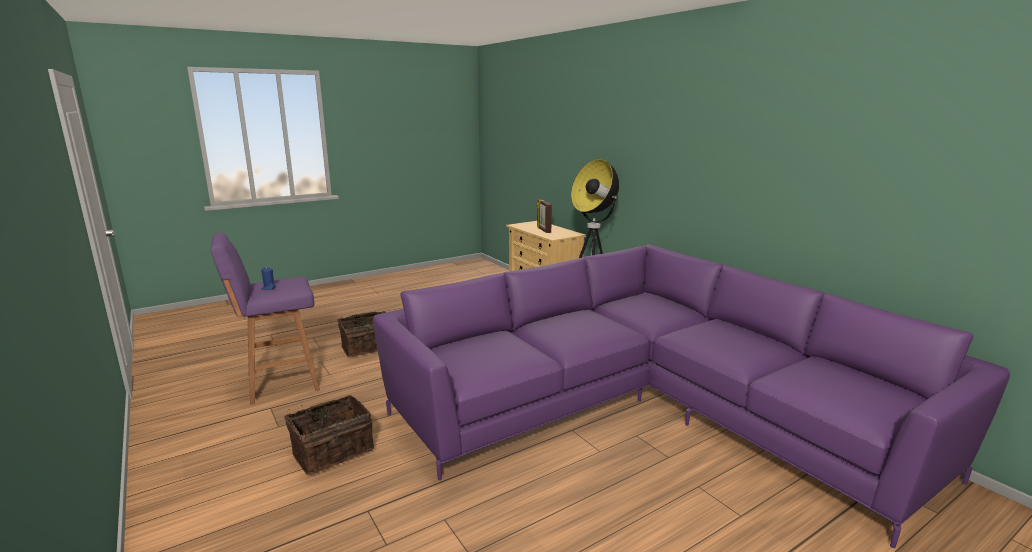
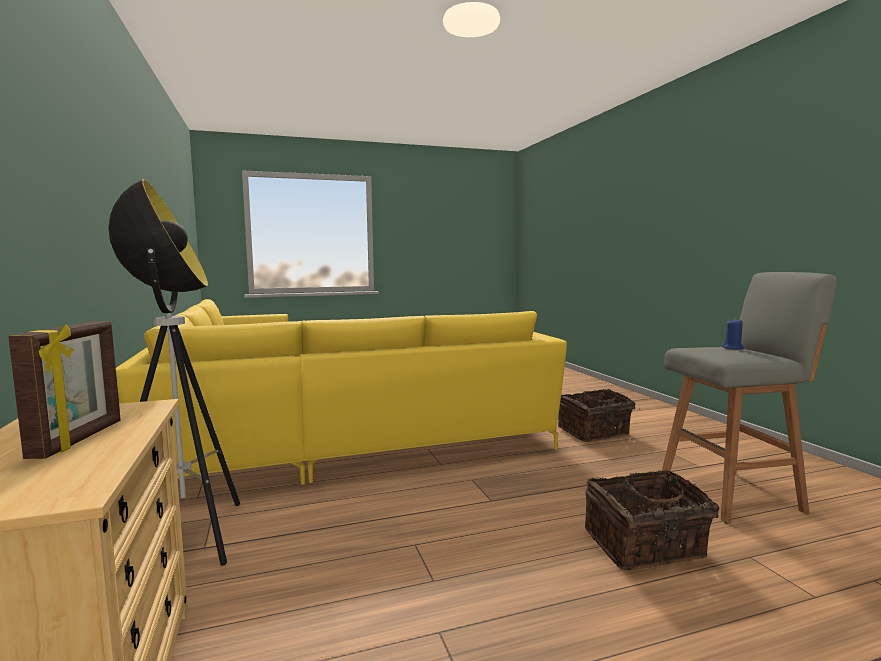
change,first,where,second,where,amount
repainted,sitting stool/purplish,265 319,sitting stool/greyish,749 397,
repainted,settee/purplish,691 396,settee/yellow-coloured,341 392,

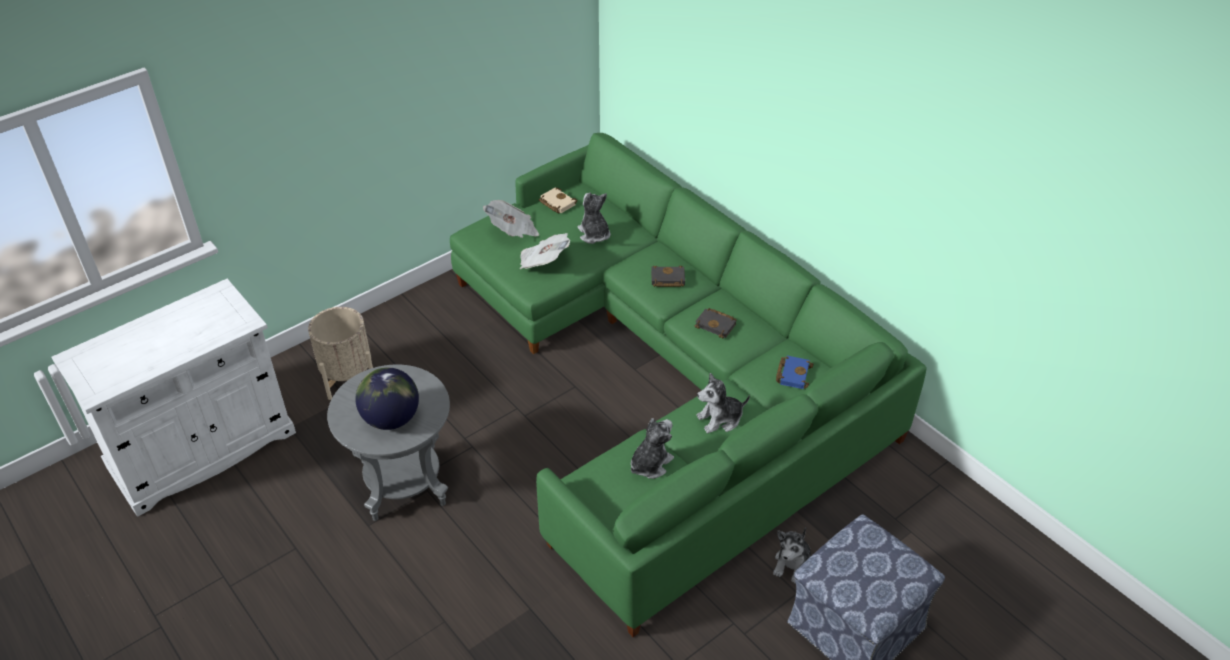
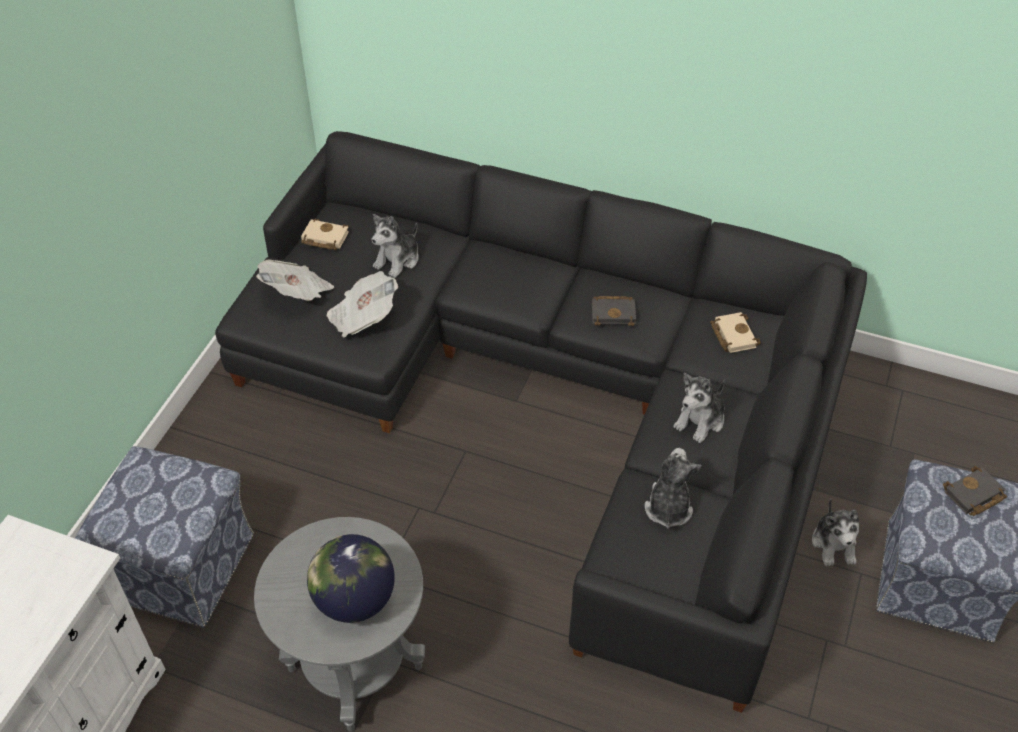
change,first,where,second,where,amount
repainted,settee/green-coloured,688 385,settee/black,541 422,
rotated,plush toy,594 218,,395 246,90 degrees counterclockwise
shifted,bound book/black,668 276,,975 491,
swapped,flower pot/beige-coloured,340 353,ottoman,164 537,
repainted,bound book/blue-coloured,795 372,bound book/beige-coloured,735 332,

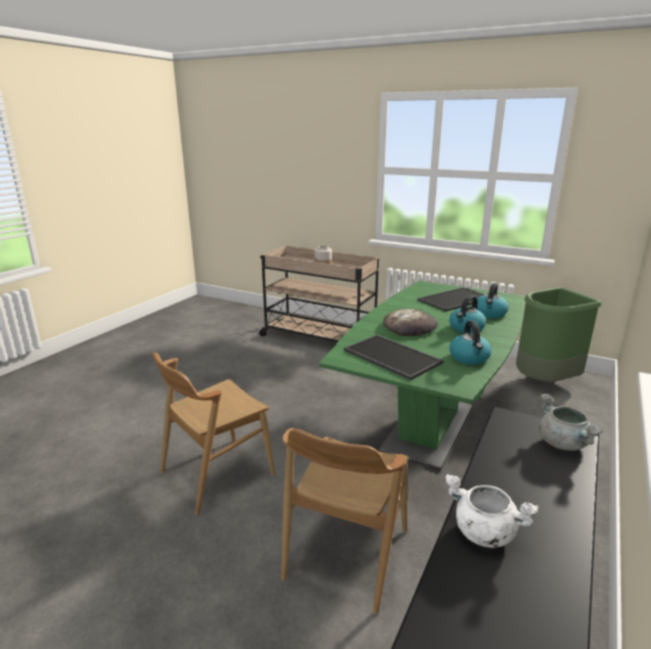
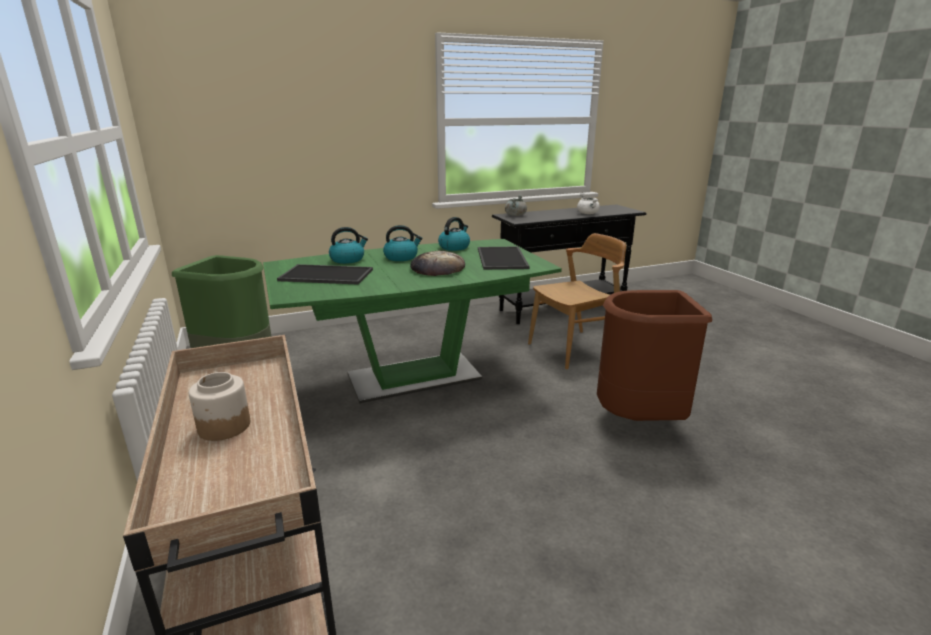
change,first,where,second,where,amount
swapped,upright chair/brown,214 434,rubbish bin/brown,654 355,

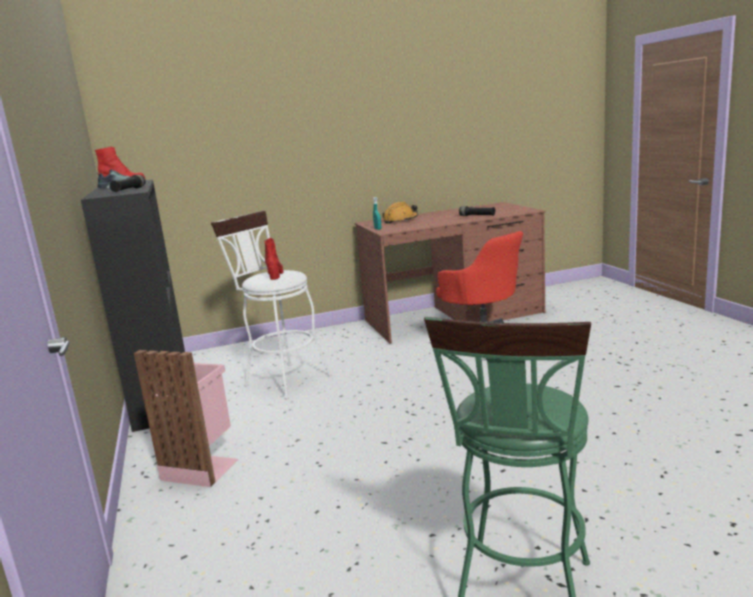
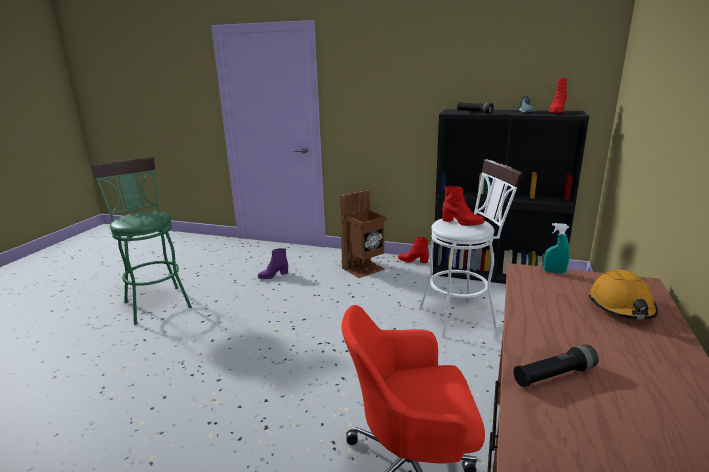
change,first,where,second,where,amount
repainted,rubbish bin/pinkish,186 418,rubbish bin/brown,363 234,
new,,,boot/reddish,413 250,
new,,,boot/purplish,273 263,

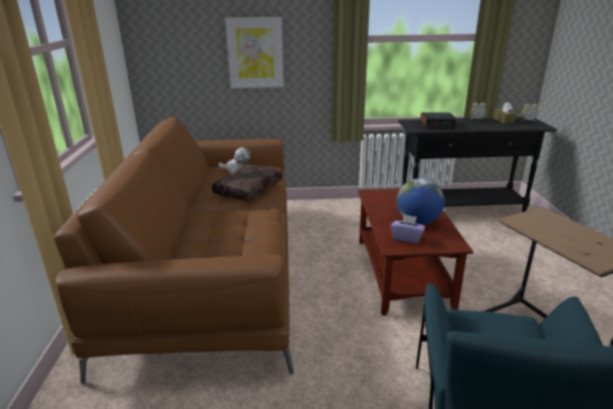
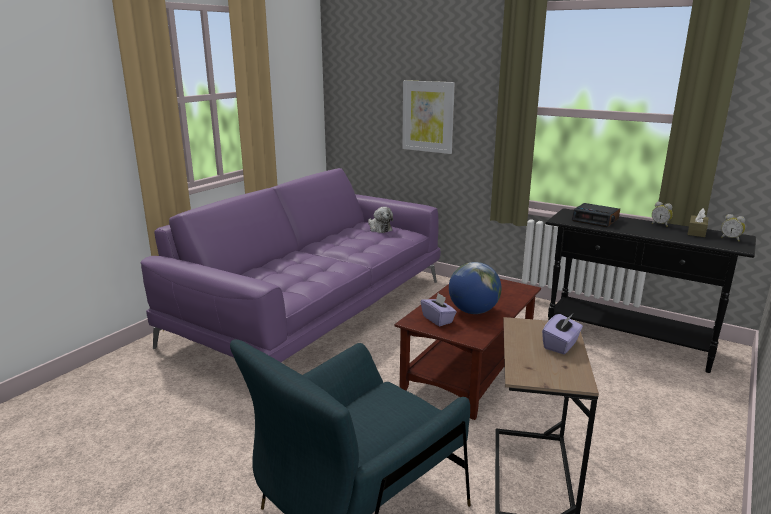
change,first,where,second,where,amount
repainted,settee/brown,174 250,settee/purplish,291 265,
gone,throw pillow/brown,247 183,,,
new,,,box of tissues/purplish,562 334,

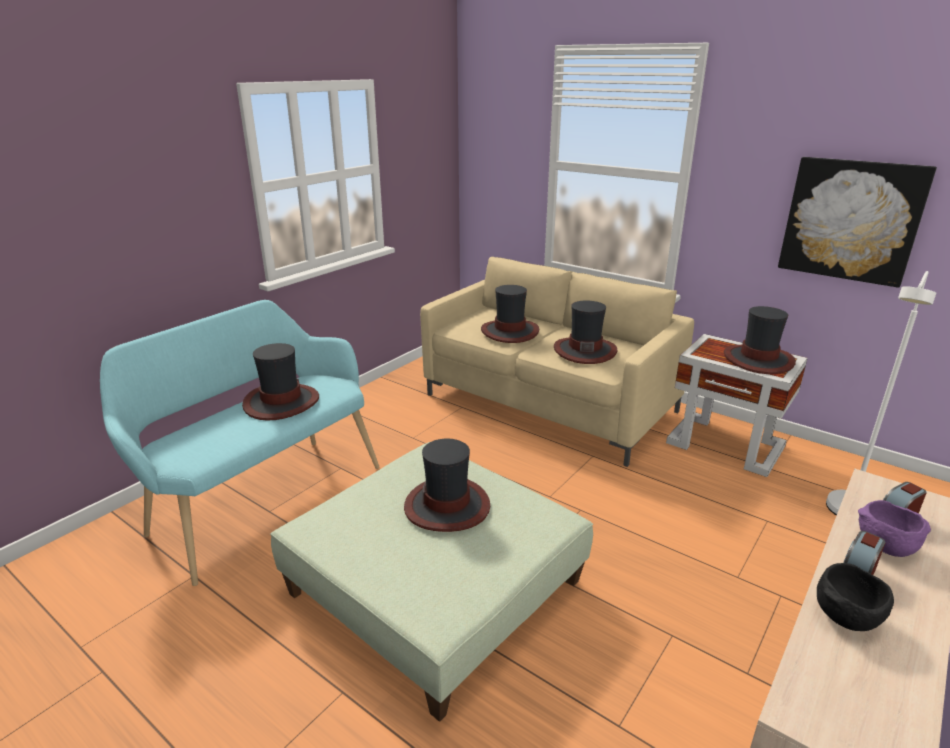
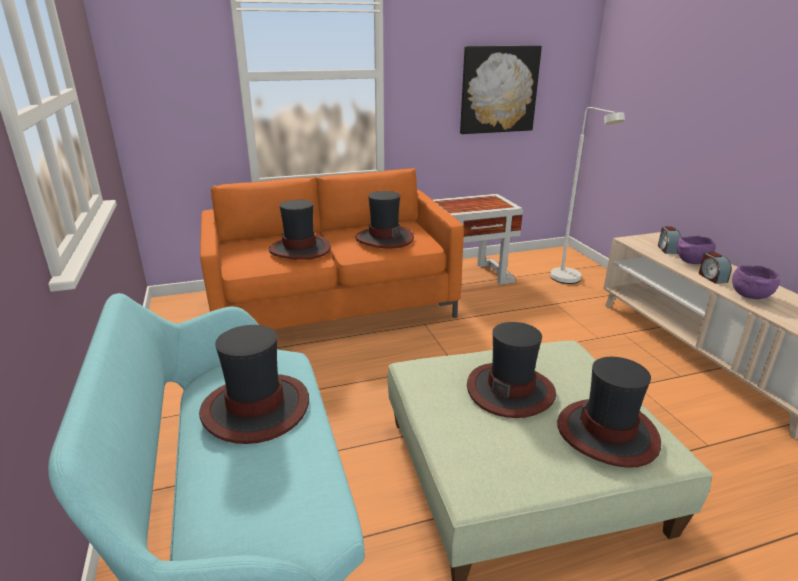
change,first,where,second,where,amount
repainted,settee/beige-coloured,557 362,settee/orange-coloured,332 248,
shifted,wearable hat,760 340,,609 412,
repainted,serving bowl/black,855 597,serving bowl/purplish,756 282,

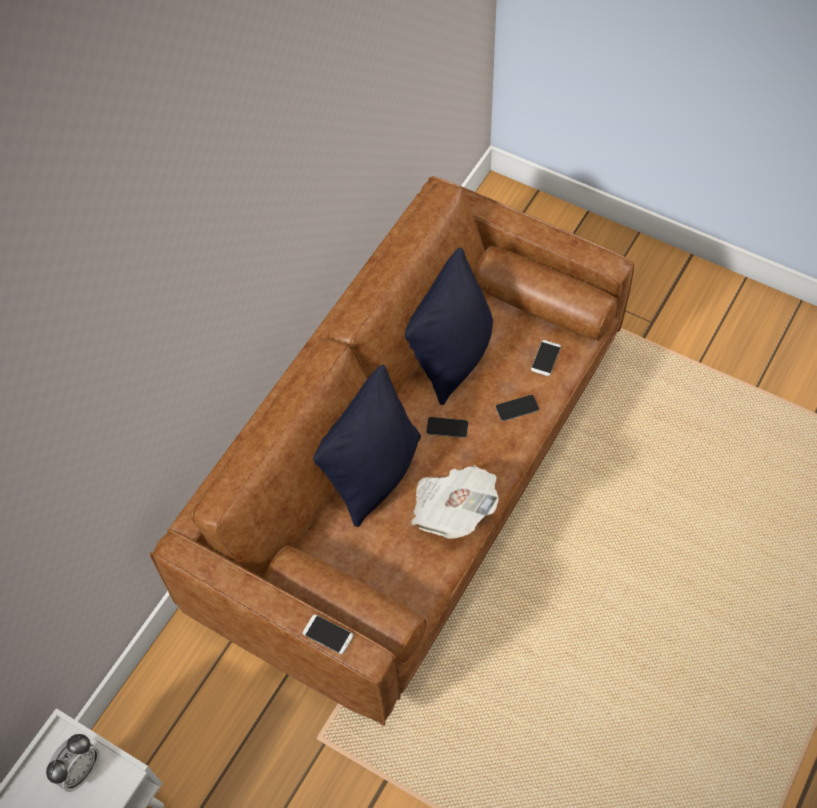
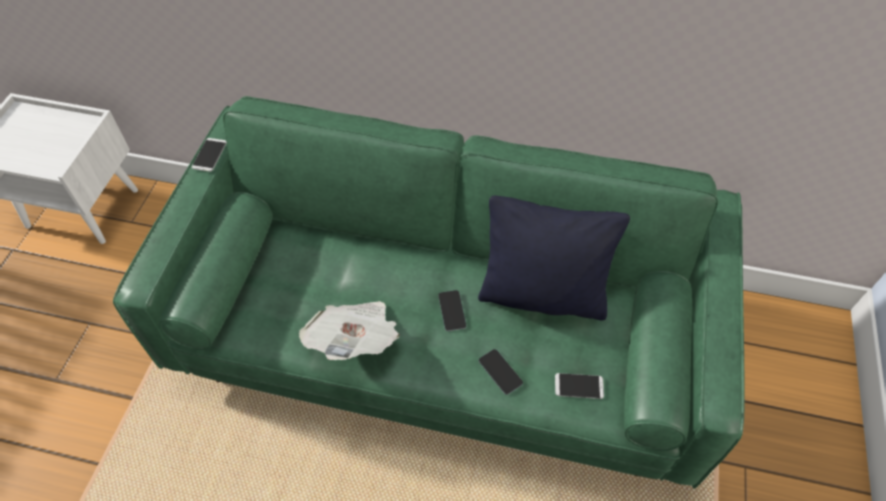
change,first,where,second,where,amount
repainted,settee/brown,392 451,settee/green-coloured,429 292,
gone,throw pillow/black,367 446,,,
shifted,phone,328 634,,209 155,
gone,table clock,73 763,,,

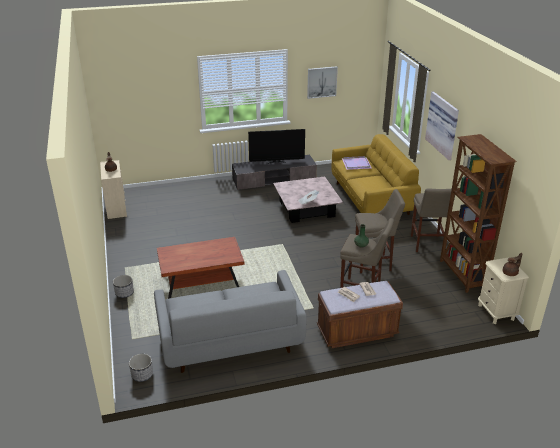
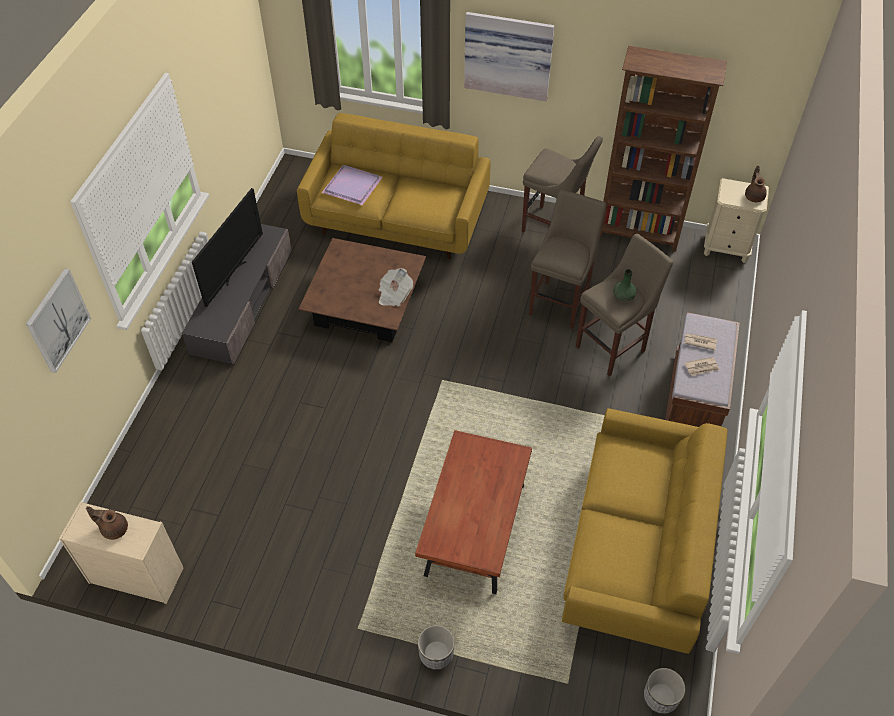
change,first,where,second,where,amount
shifted,picture,322 82,,58 321,
repainted,coffee table/pinkish,308 200,coffee table/brown,362 290,
repainted,settee/greyish,230 321,settee/yellow-coloured,645 531,

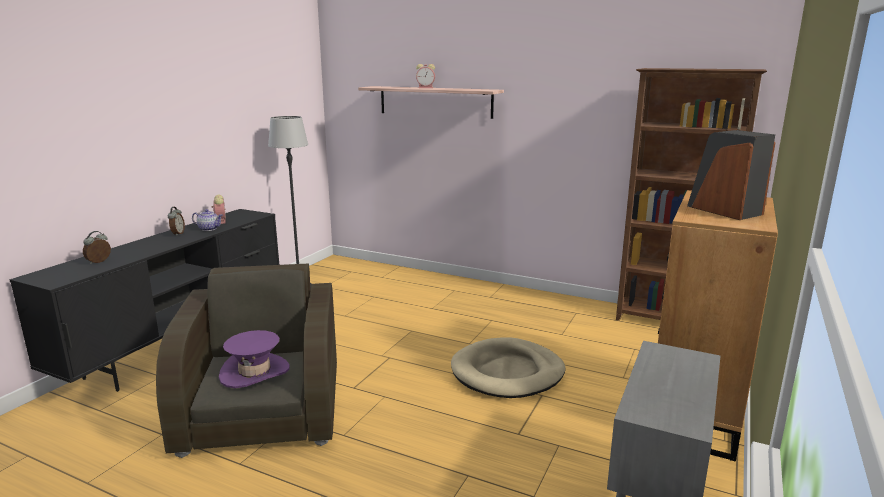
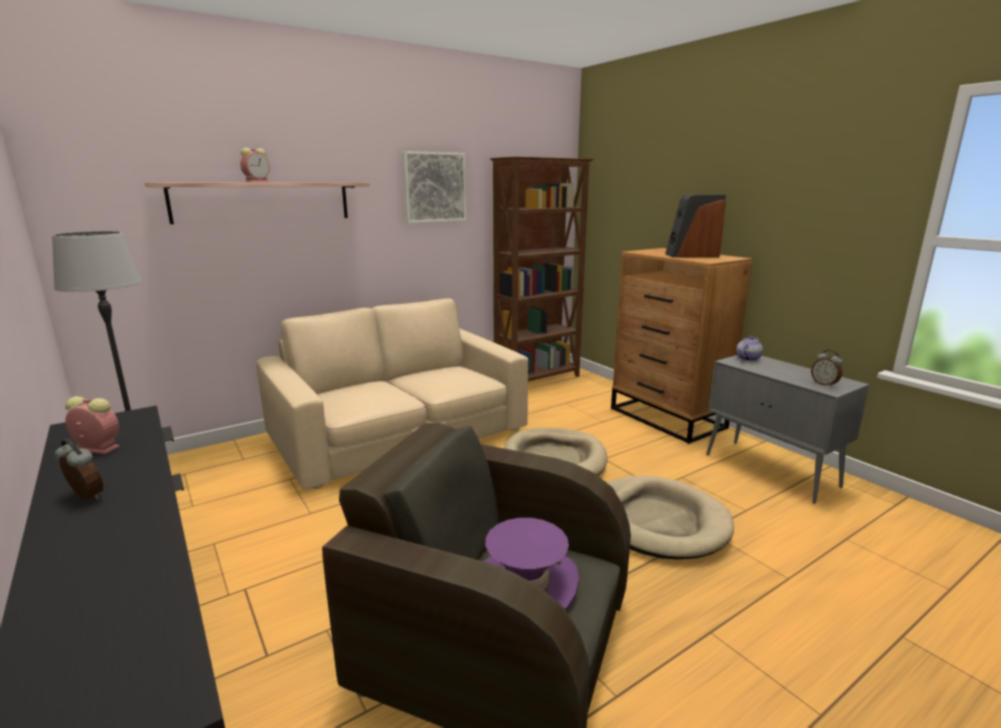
change,first,where,second,where,amount
shifted,teapot,207 220,,749 348,
shifted,table clock,97 247,,827 368,
new,,,picture,434 187,
new,,,settee/beige-coloured,392 394,
new,,,dog cushion/beige-coloured,670 518,

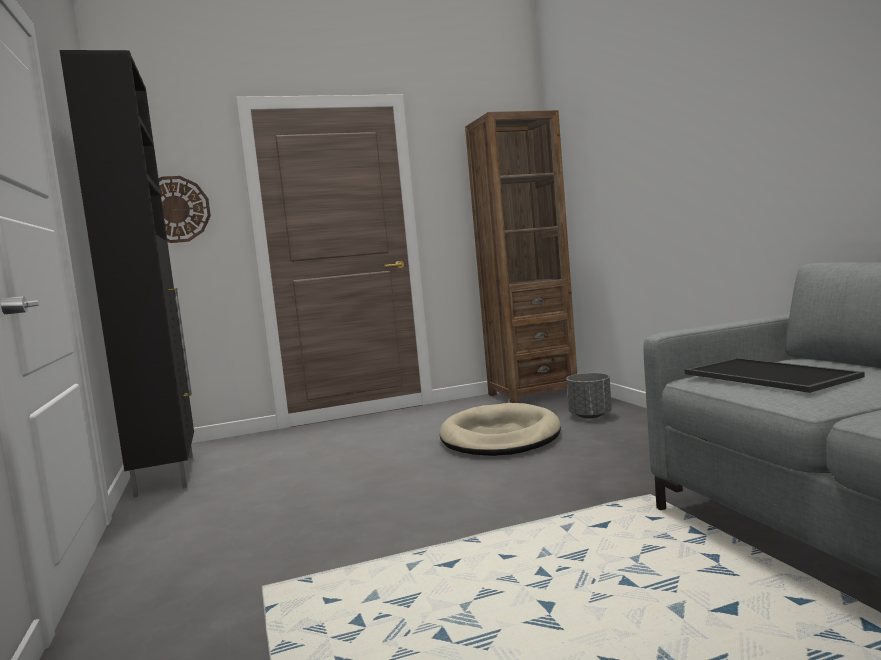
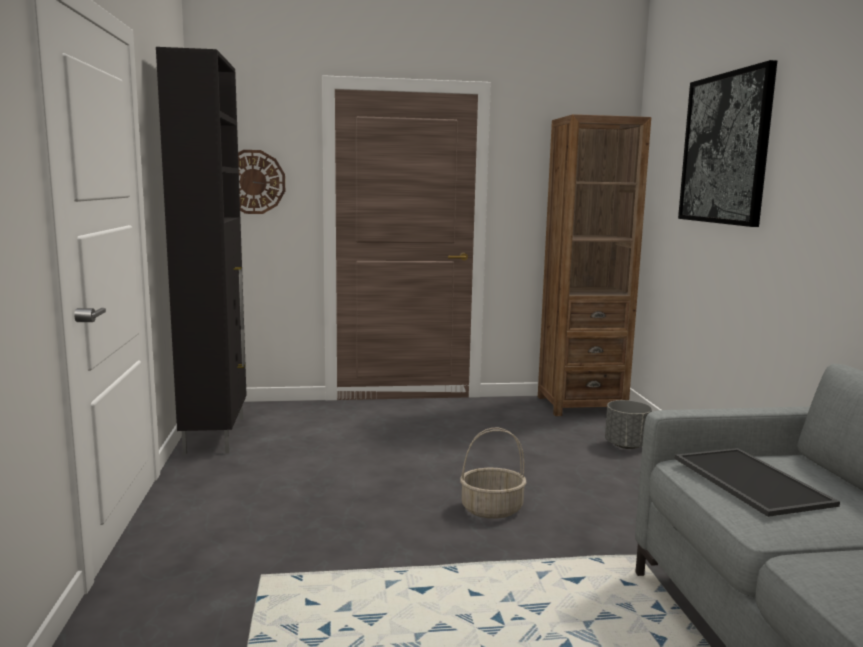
change,first,where,second,where,amount
gone,dog cushion/beige-coloured,500 429,,,
new,,,picture,727 143,
new,,,storage basket,493 473,

